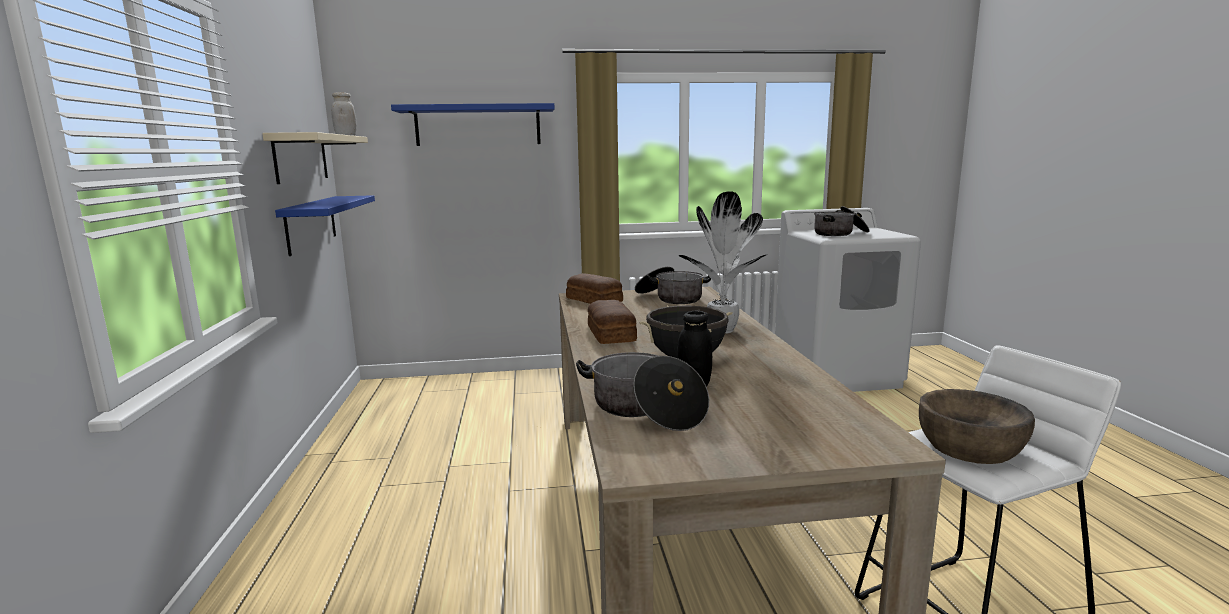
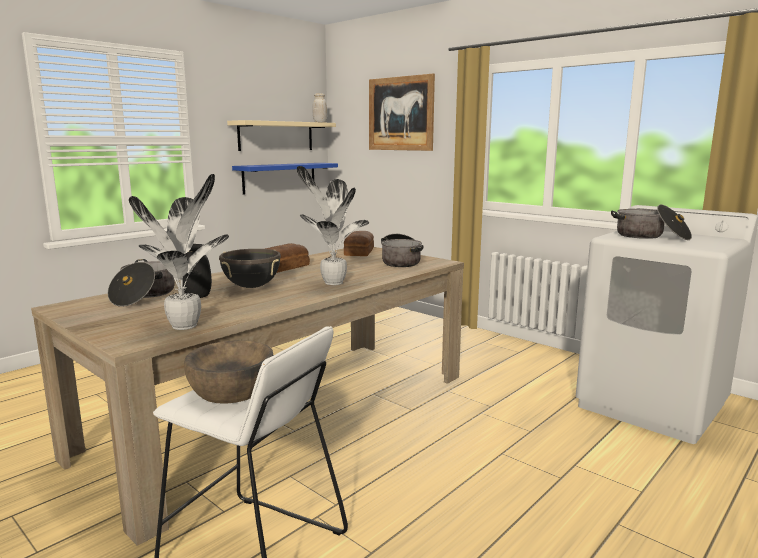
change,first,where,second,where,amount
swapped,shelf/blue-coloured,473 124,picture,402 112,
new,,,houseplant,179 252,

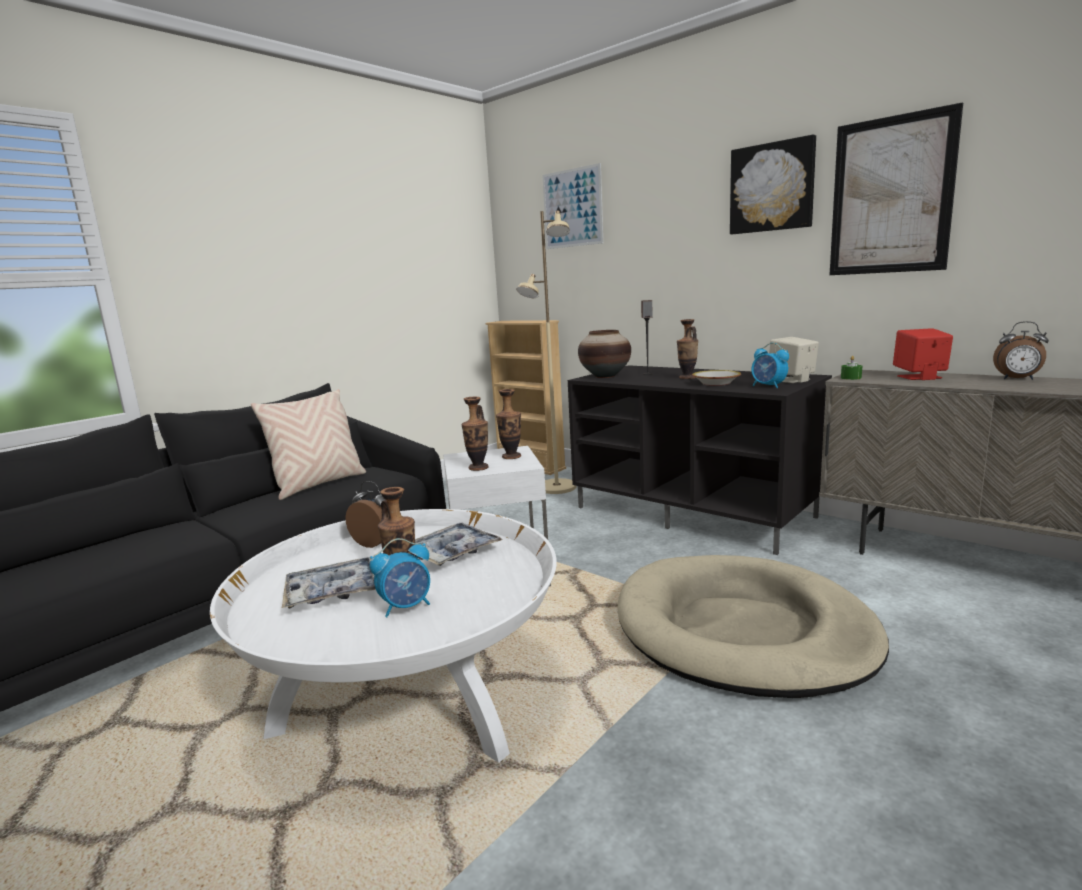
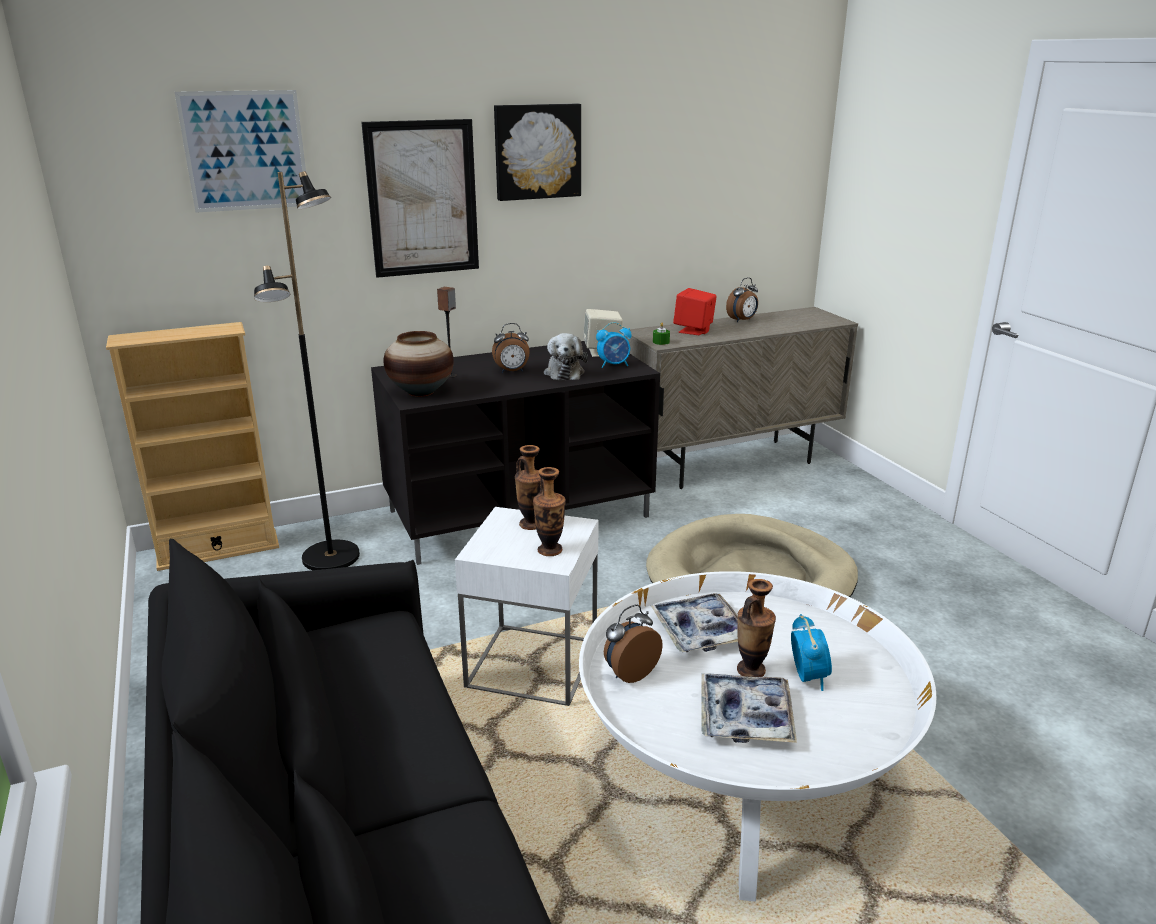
change,first,where,second,where,amount
shifted,picture,896 188,,420 198,
repainted,floor lamp/beige-coloured,547 352,floor lamp/black,307 370,
swapped,flower vase,687 349,table clock,511 348,
swapped,serving bowl,716 378,plush toy,566 356,
gone,throw pillow/beige-coloured,308 444,,,

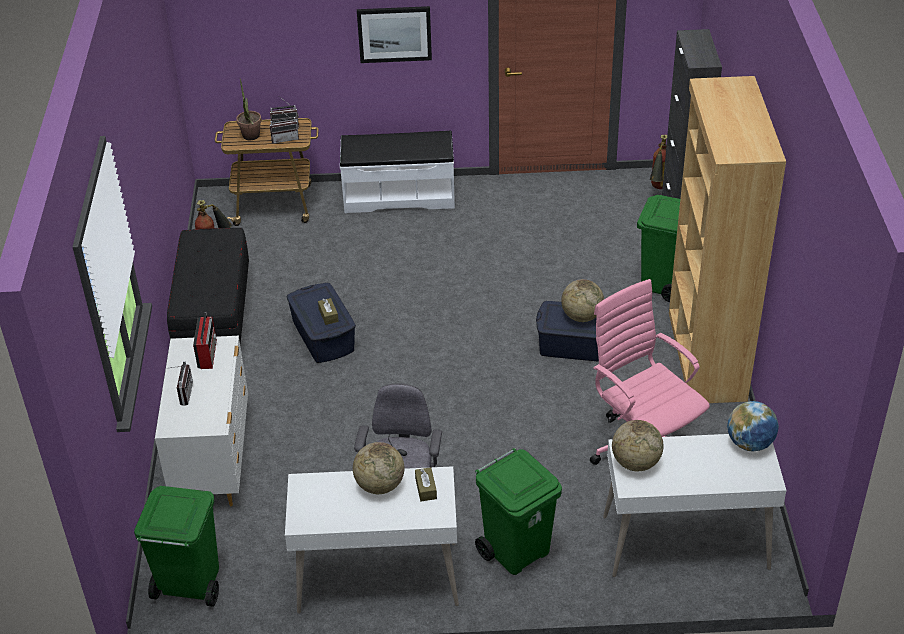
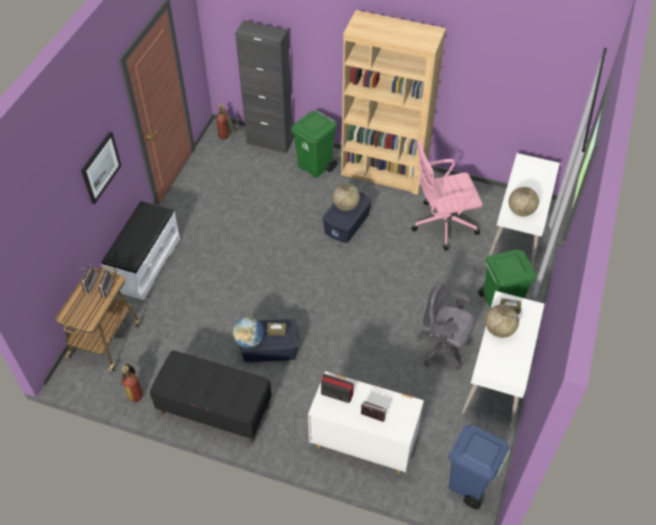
change,first,where,second,where,amount
gone,houseplant,249 109,,,
shifted,globe,753 426,,248 332,
repainted,rubbish bin/green-coloured,176 546,rubbish bin/blue-coloured,480 467,

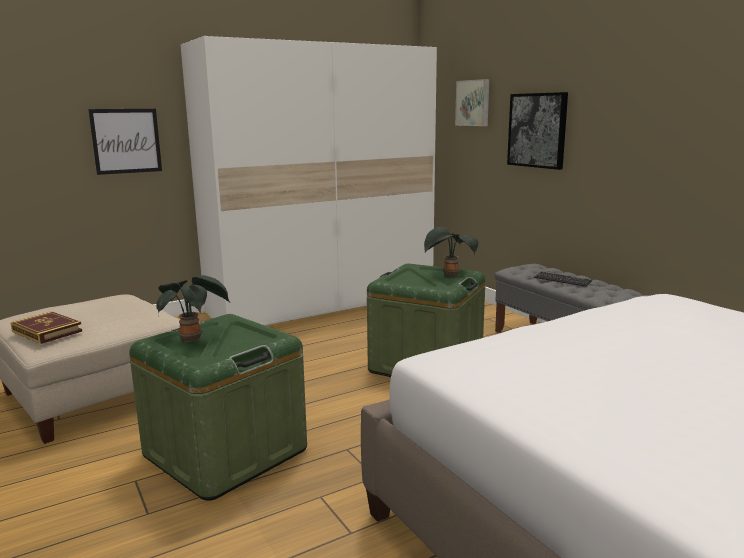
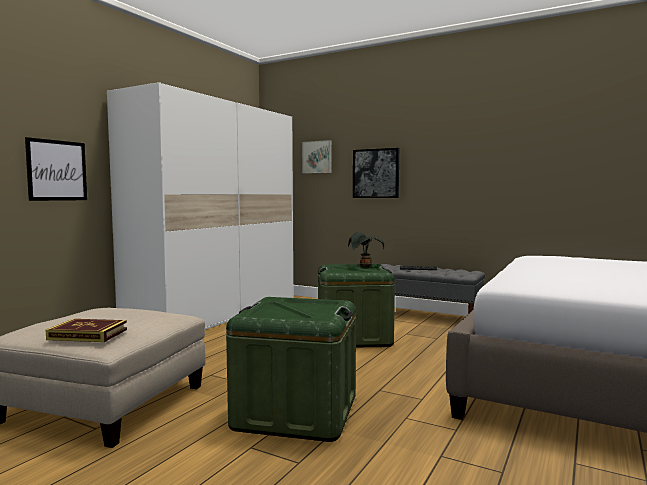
change,first,where,second,where,amount
gone,houseplant,193 308,,,

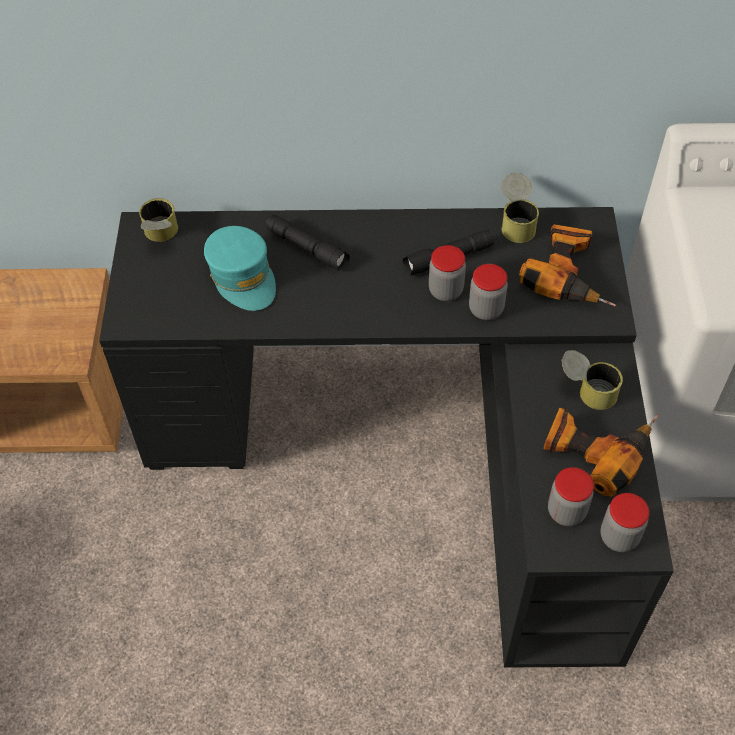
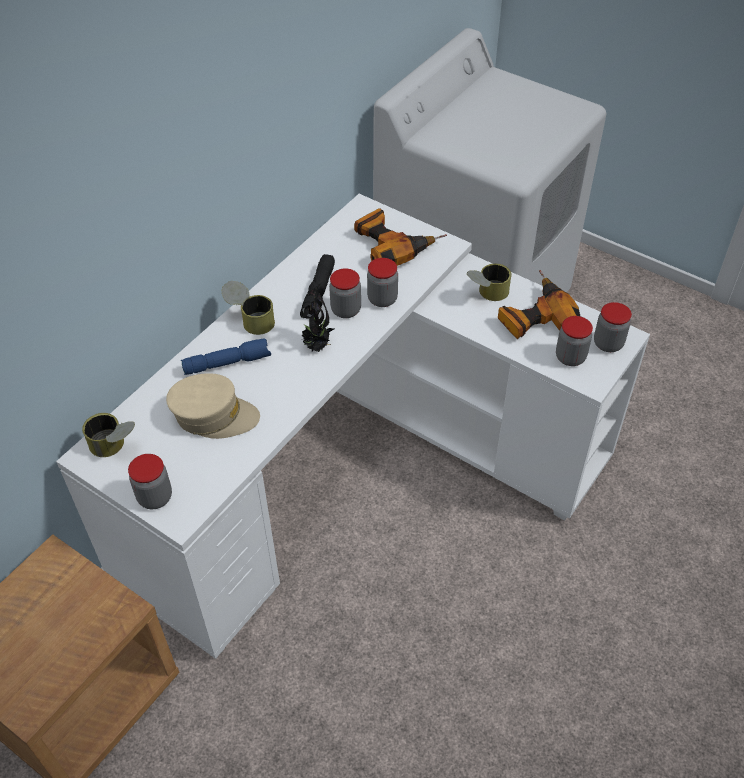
change,first,where,second,where,amount
shifted,sealed can,520 208,,248 308,
repainted,desk unit/black,386 437,desk unit/white-coloured,353 426,
repainted,flashlight/black,308 242,flashlight/blue-coloured,226 356,
repainted,baseball cap/blue-green,240 268,baseball cap/beige-coloured,213 406,
new,,,houseplant,317 315,
new,,,preserve jar,150 481,

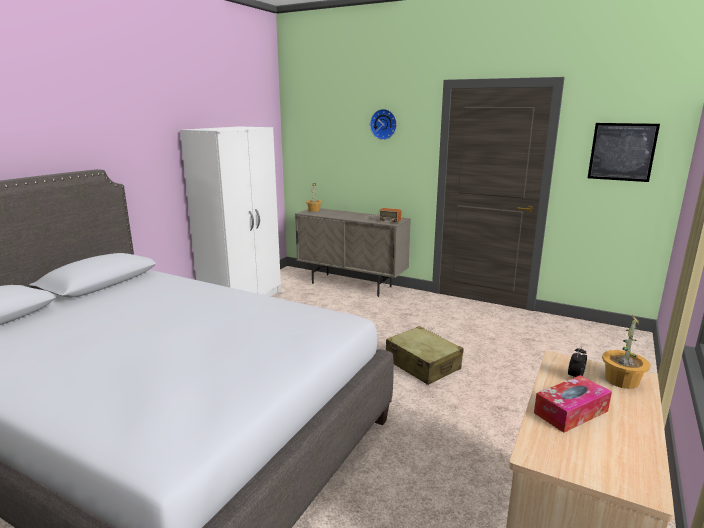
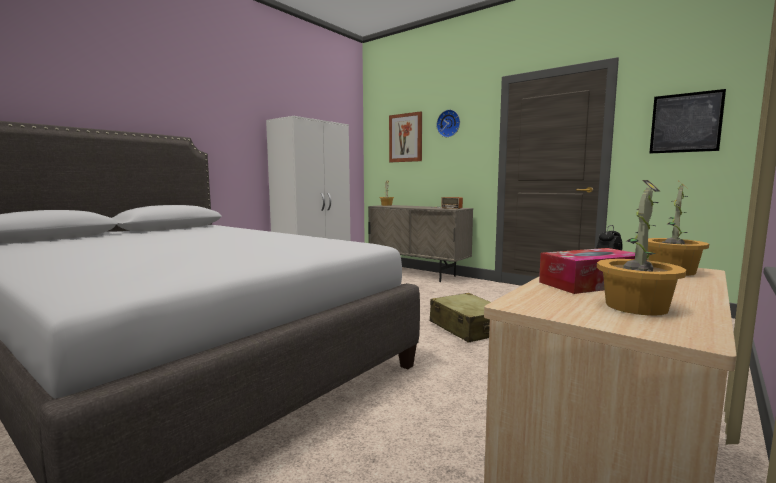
change,first,where,second,where,amount
new,,,picture,405 136,
new,,,houseplant,642 248,

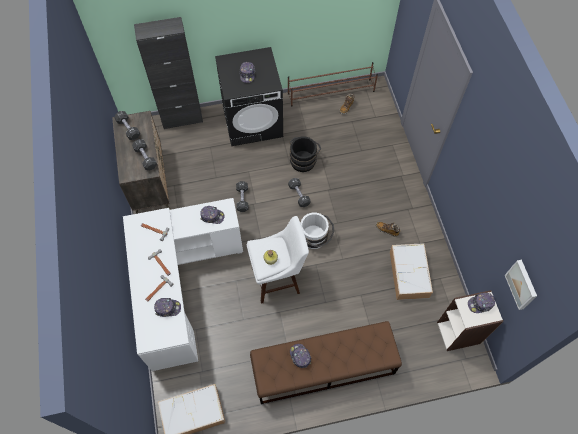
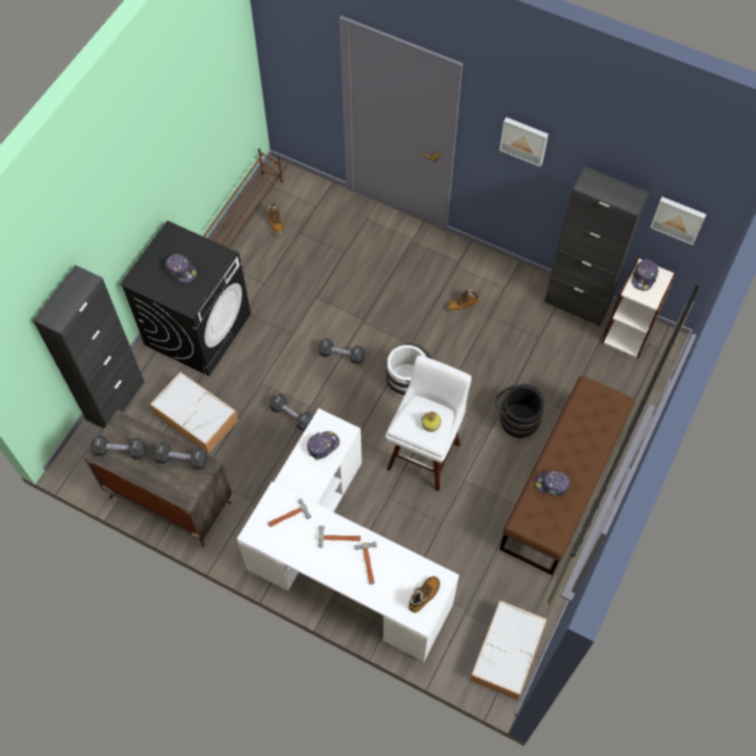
change,first,where,second,where,amount
shifted,pail/black,305 154,,519 411,
shifted,storage bin,411 271,,194 412,
gone,baseball cap,167 307,,,
new,,,picture,523 142,
new,,,storage cabinet/black,596 246,
new,,,boot,424 594,

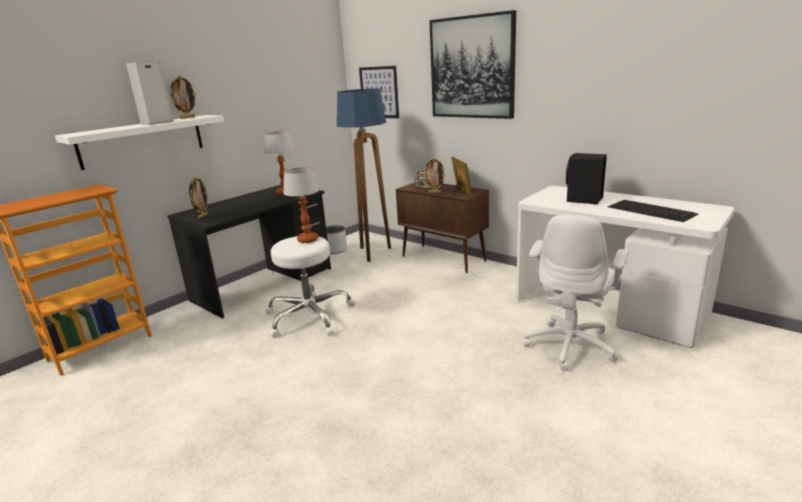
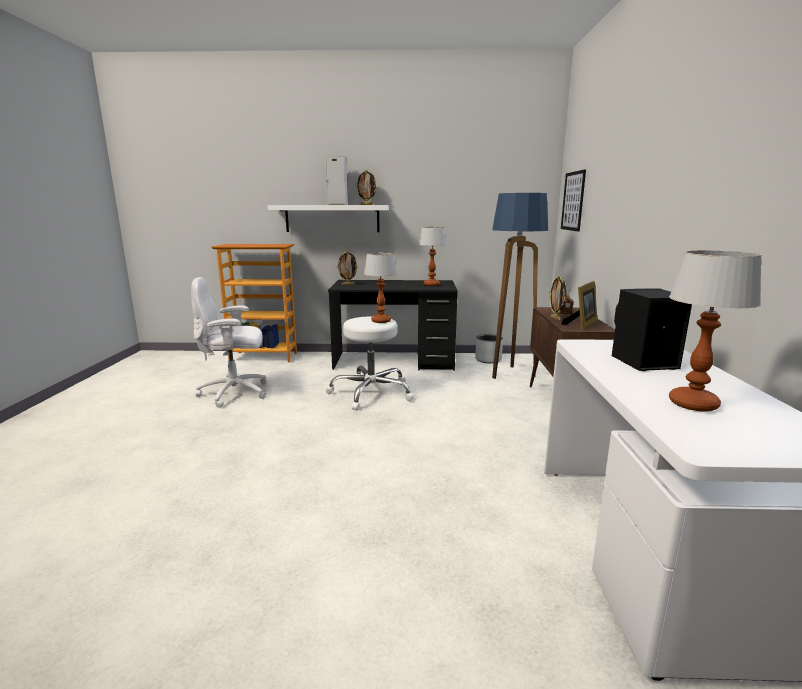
change,first,where,second,where,amount
gone,picture,472 64,,,
swapped,PC keyboard,652 211,lamp for a table,715 331,
shifted,desk chair/white-coloured,576 293,,229 342,

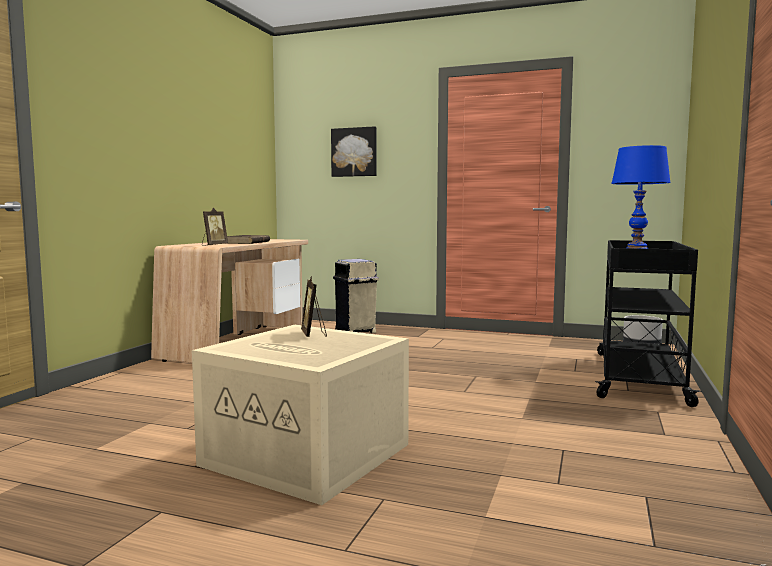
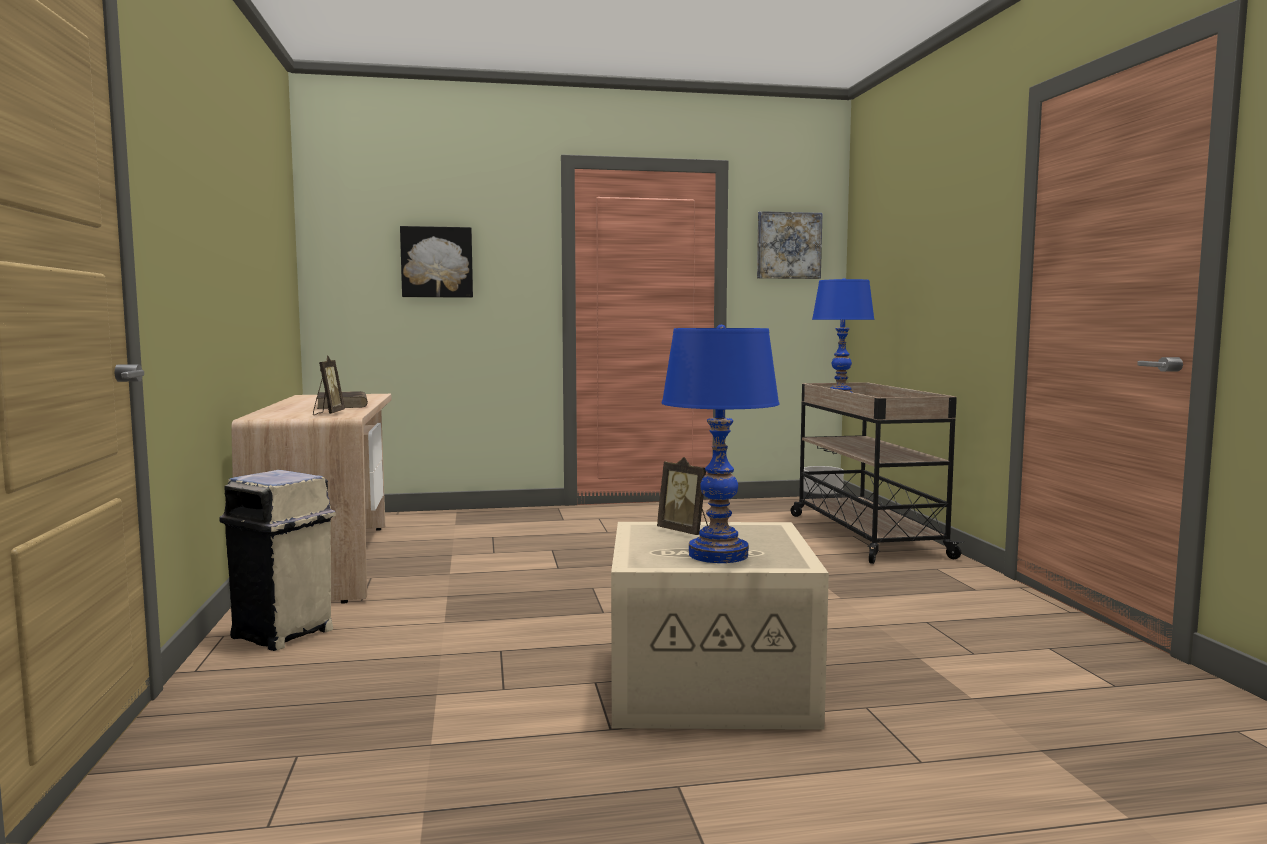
change,first,where,second,where,amount
repainted,trolley/black,648 323,trolley/beige-coloured,878 473,
shifted,rubbish bin/beige-coloured,356 296,,277 560,
new,,,picture,790 245,
new,,,lamp for a table/blue-coloured,721 444,

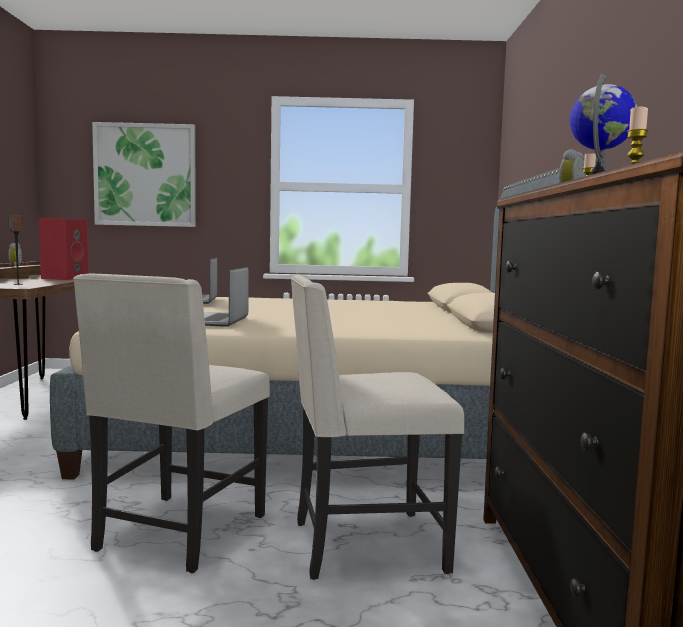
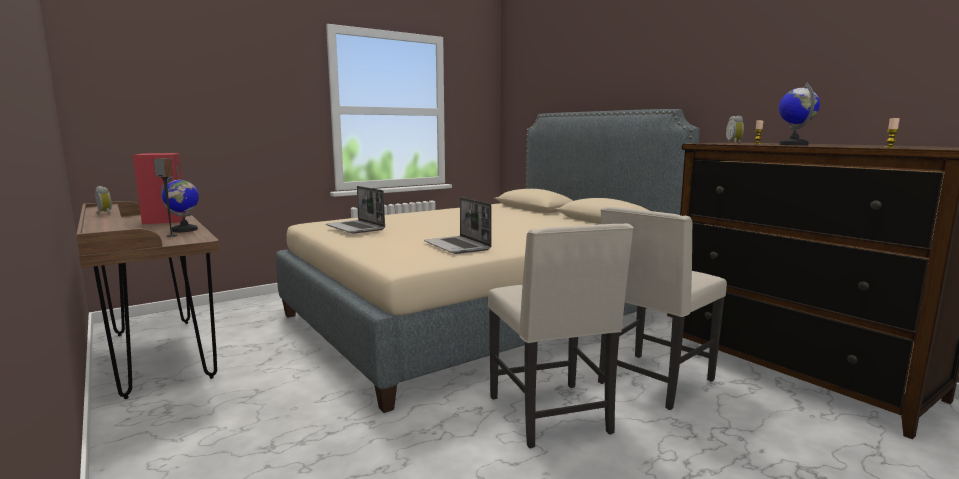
change,first,where,second,where,amount
gone,picture,144 174,,,
new,,,globe,180 204,

